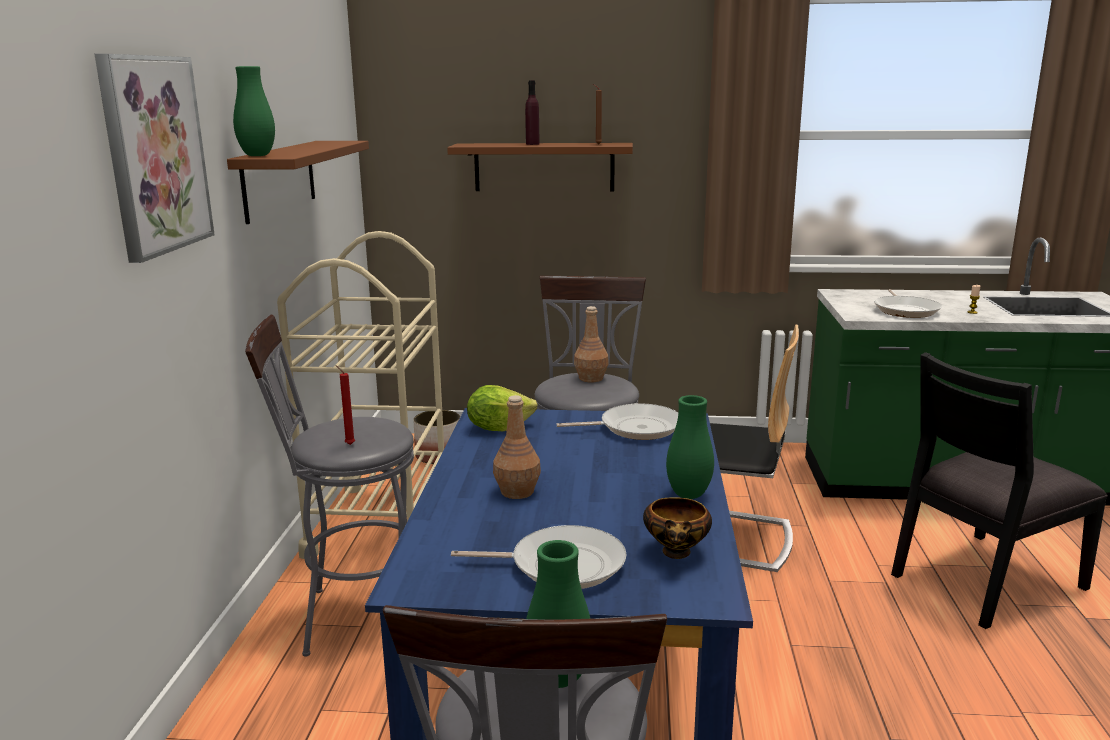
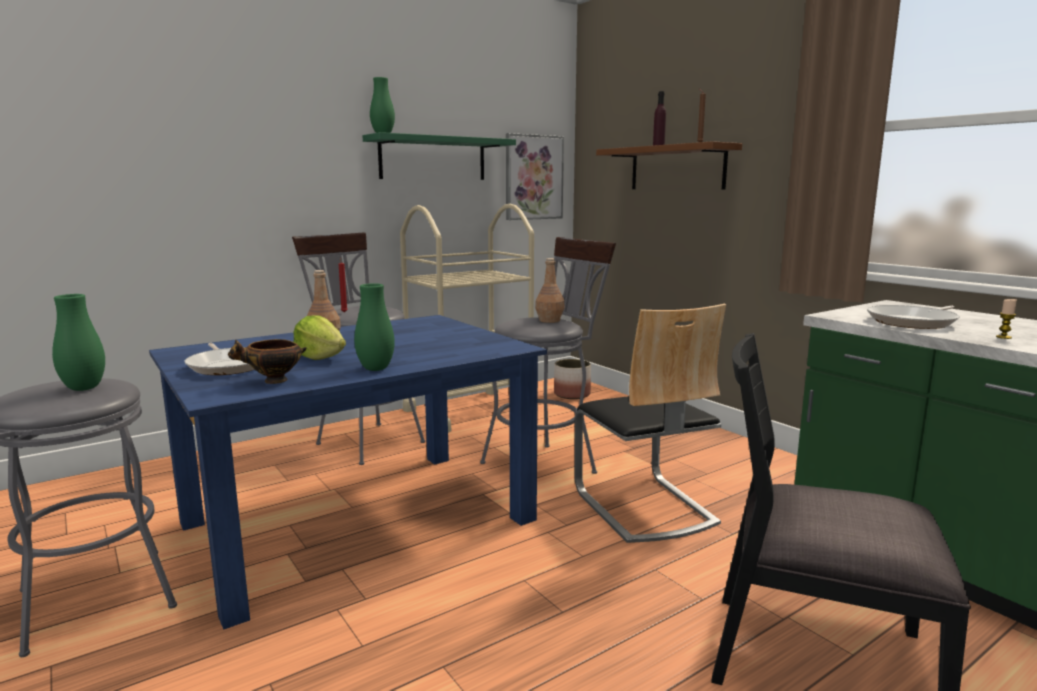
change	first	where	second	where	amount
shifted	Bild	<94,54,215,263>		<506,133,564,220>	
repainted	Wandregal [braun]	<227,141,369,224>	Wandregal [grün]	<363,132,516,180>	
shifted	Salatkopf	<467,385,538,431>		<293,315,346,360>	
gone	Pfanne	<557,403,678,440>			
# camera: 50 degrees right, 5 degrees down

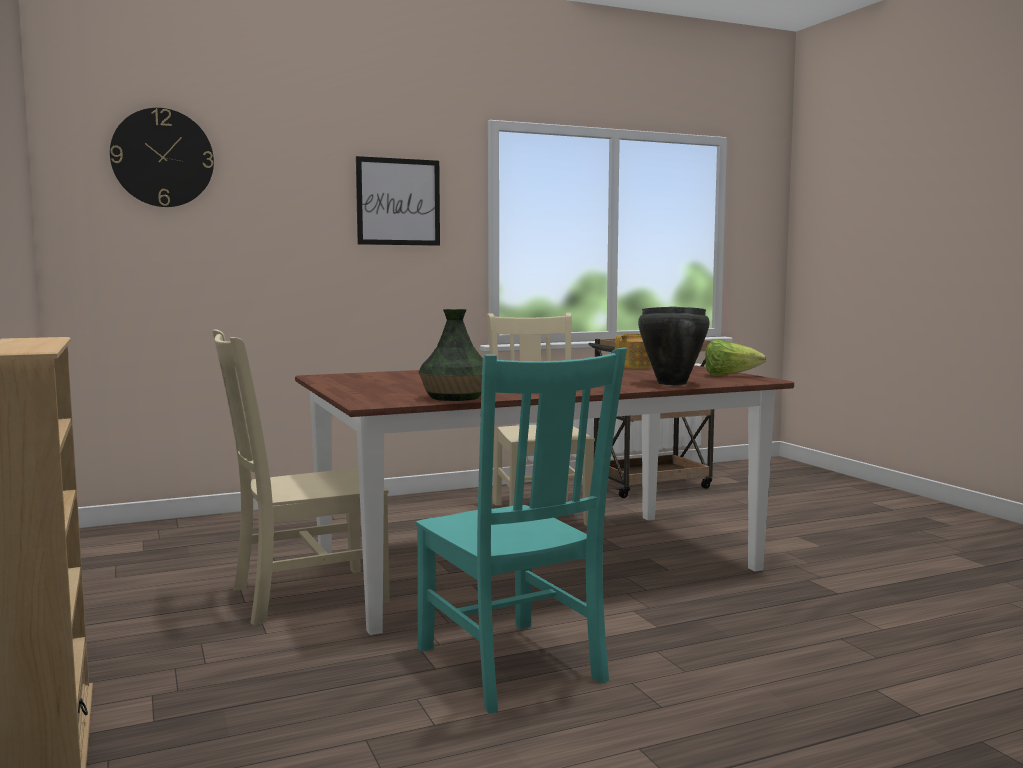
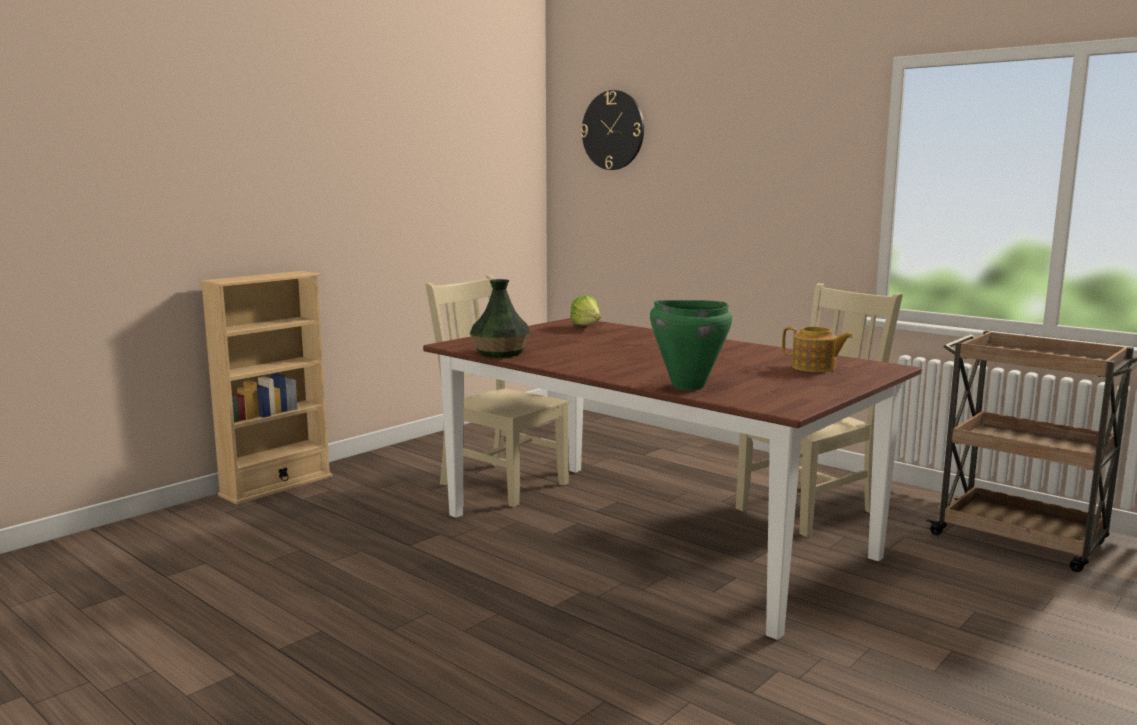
change	first	where	second	where	amount
gone	Bild	<356,156,440,246>			
gone	Stuhl [türkis]	<416,347,627,714>			
repainted	Kochtopf [schwarz]	<638,306,709,385>	Kochtopf [grün]	<650,300,732,390>	
shifted	Salatkopf	<705,340,766,376>		<570,295,601,326>	
# camera: 65 degrees right, 5 degrees up

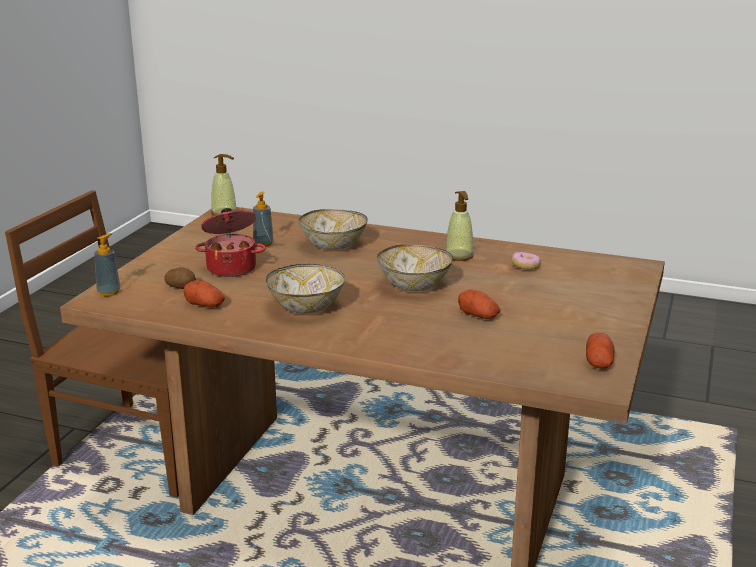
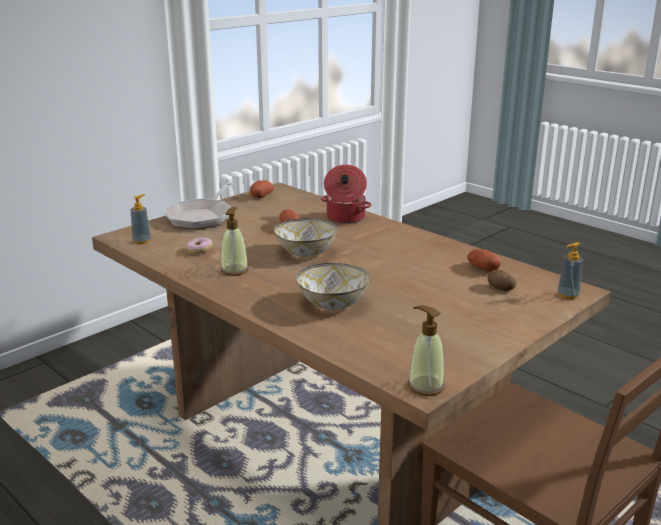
change	first	where	second	where	amount
shifted	Kochtopf	<195,208,266,277>		<321,165,372,224>	
shifted	Seifenspender	<253,191,274,247>		<130,194,151,245>	
gone	Schüssel	<266,264,345,314>			
new			Pfanne	<164,182,235,230>	
# camera: 155 degrees left, 0 degrees up

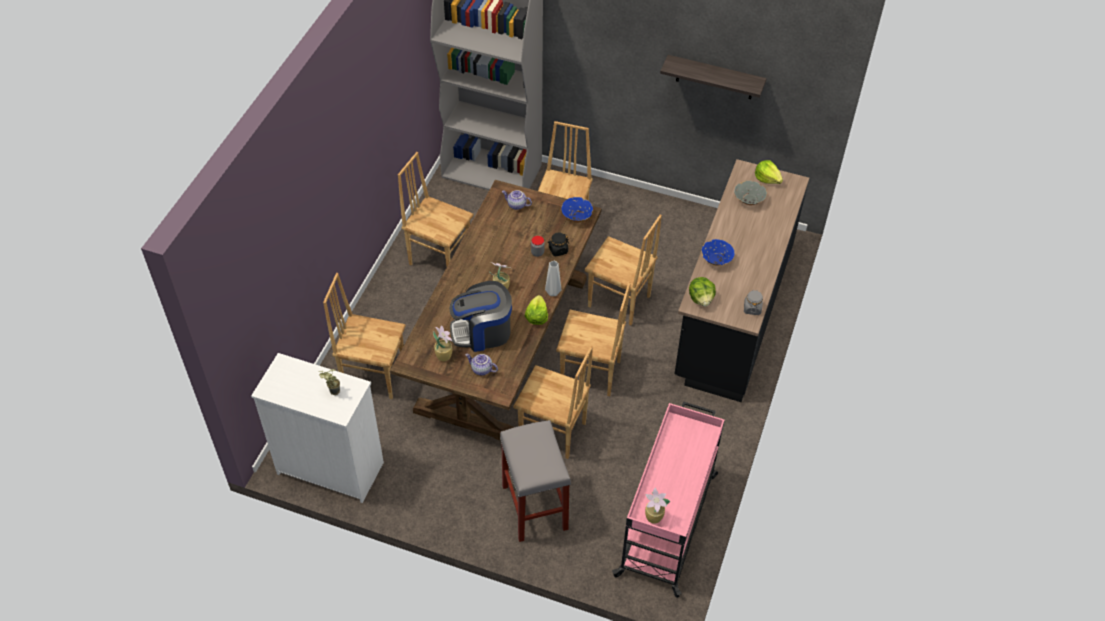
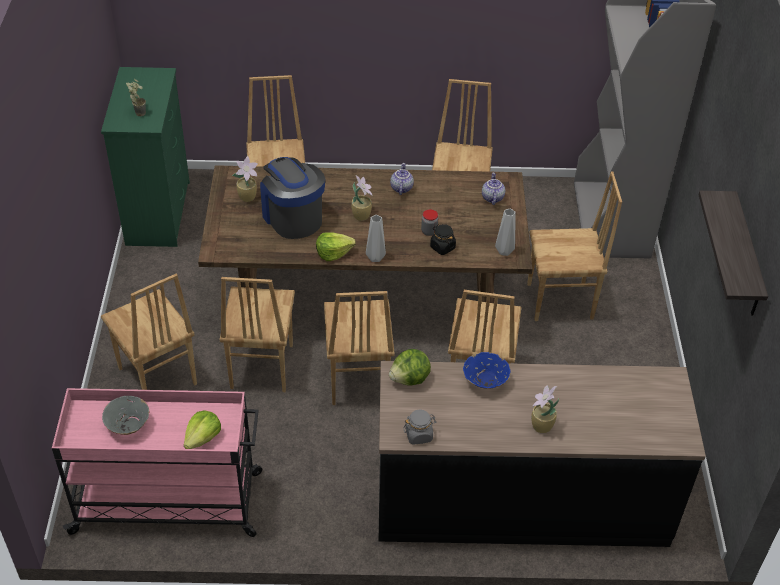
change	first	where	second	where	amount
repainted	Kommode [weiß]	<251,353,384,503>	Kommode [grün]	<101,67,190,247>	
shifted	Teekanne	<465,354,498,375>		<390,163,414,195>	
swapped	Hocker [grau]	<500,420,571,542>	Stuhl [braun]	<101,274,197,390>	
swapped	Schüssel [blau]	<561,197,593,222>	Vase [grau]	<495,208,516,256>	
shifted	Topfpflanze	<645,487,670,524>		<531,385,559,433>	
shifted	Schüssel [grau]	<734,181,767,205>		<102,396,149,435>	
shifted	Salatkopf	<755,160,783,184>		<184,411,221,449>	
# camera: 70 degrees right, 5 degrees down

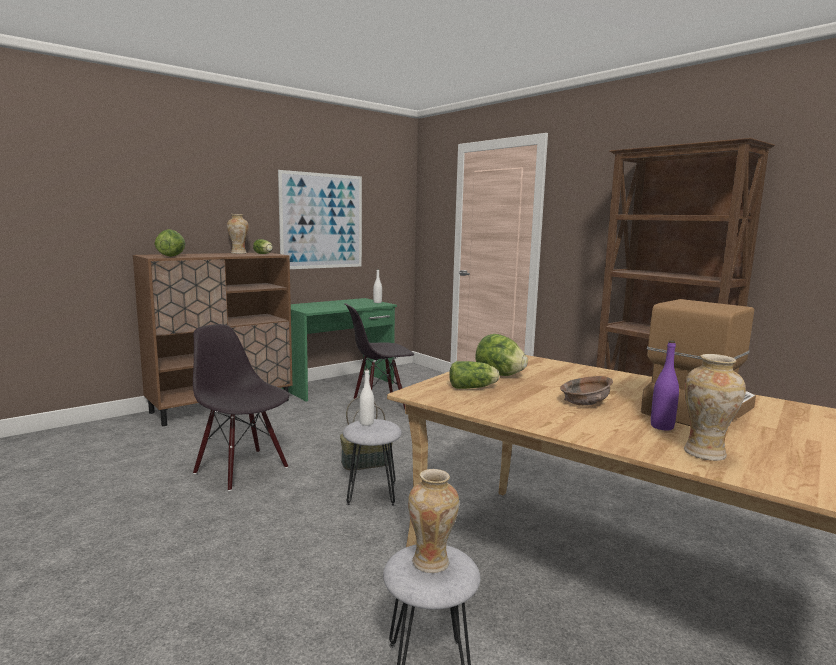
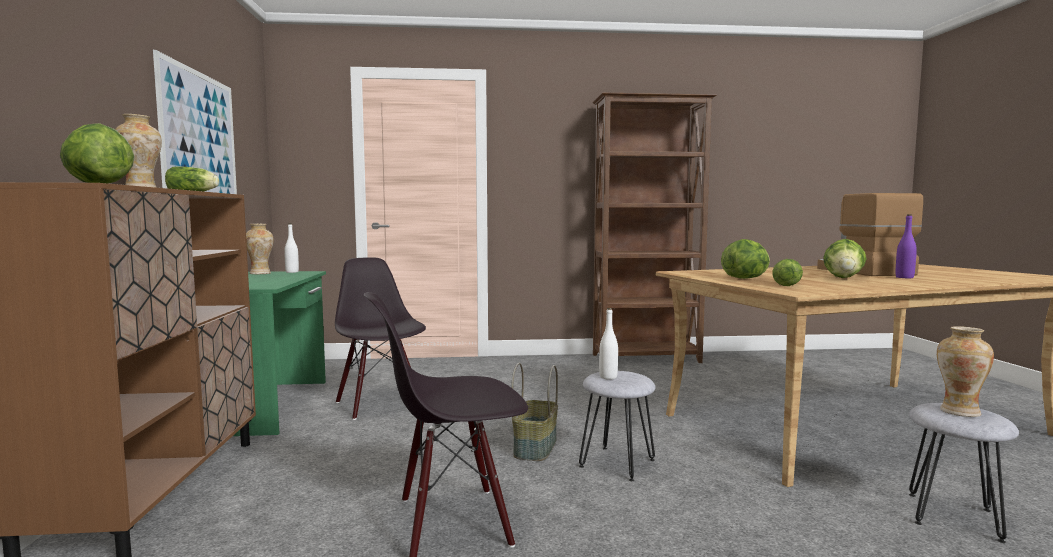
change	first	where	second	where	amount
rotated	Stuhl [schwarz]	<344,303,414,409>		<335,257,426,420>	135 degrees clockwise
swapped	Schüssel [braun]	<560,376,613,405>	Salatkopf	<823,239,866,278>	
shifted	Vase	<684,354,746,461>		<246,224,274,274>	
# camera: 55 degrees left, 5 degrees down

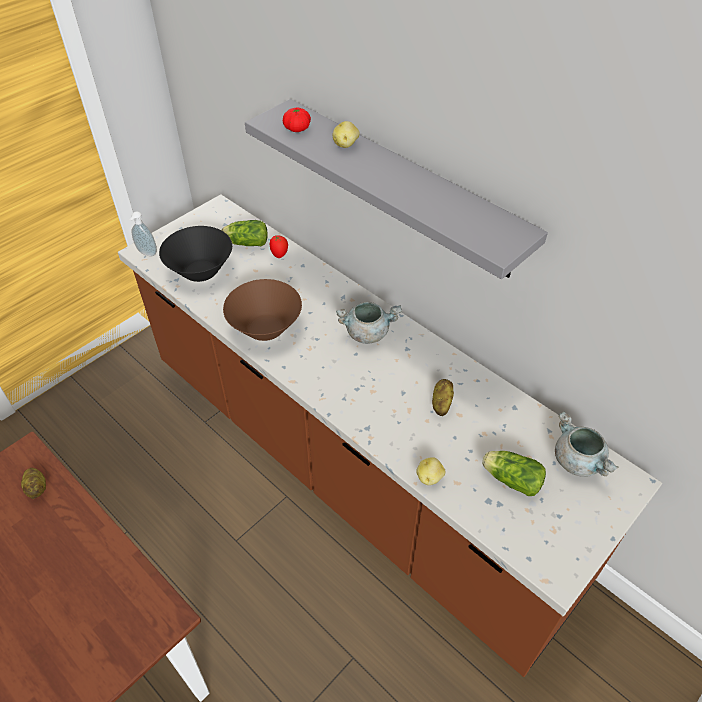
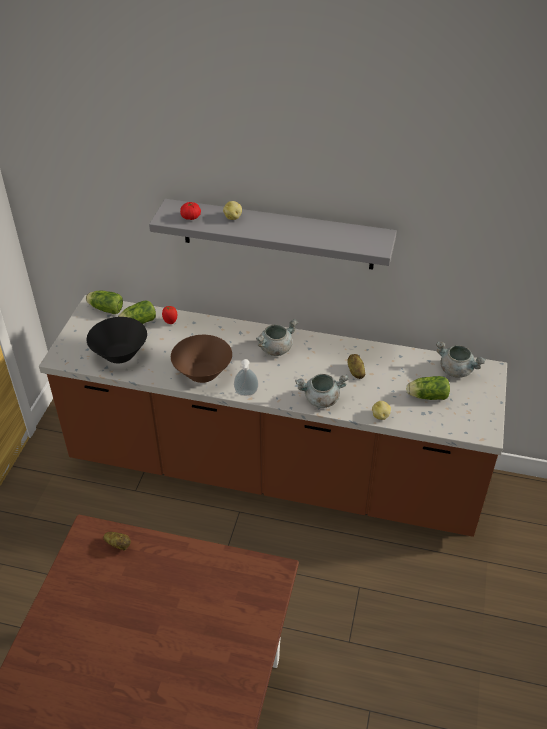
change	first	where	second	where	amount
shifted	Seifenspender	<130,211,157,256>		<234,359,258,396>	
new			Salatkopf	<86,290,123,314>	
new			Kochtopf [grau]	<295,374,349,408>	
# camera: 30 degrees left, 5 degrees down

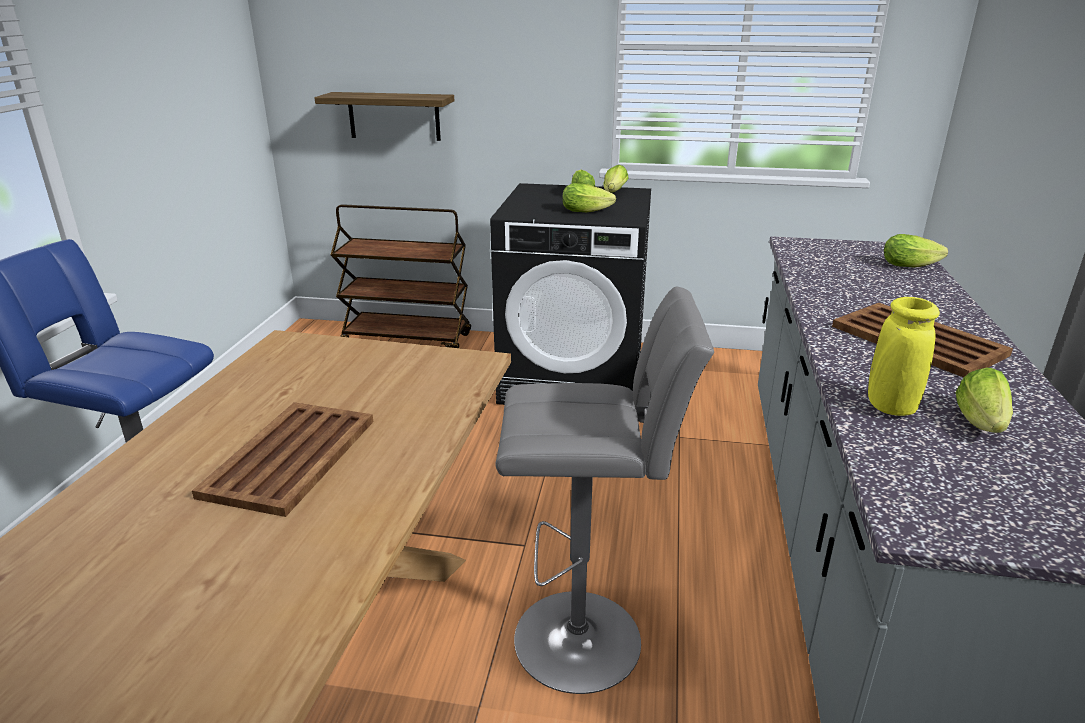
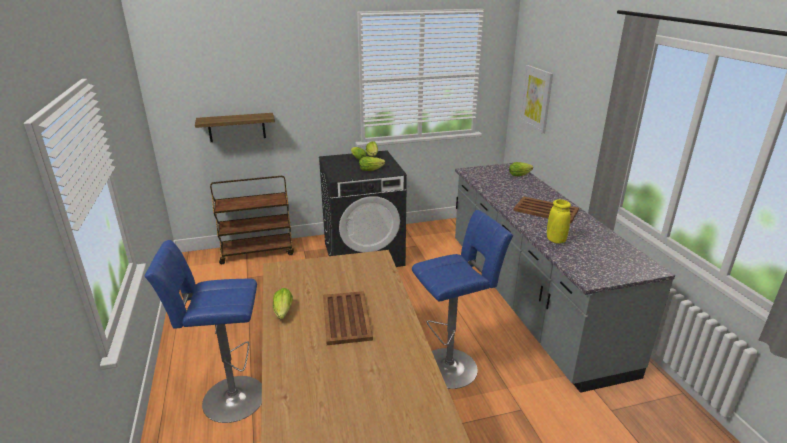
change	first	where	second	where	amount
repainted	Hocker [grau]	<496,287,714,694>	Hocker [blau]	<412,210,513,389>	
shifted	Salatkopf	<956,368,1013,433>		<273,288,293,319>	
new			Bild	<520,65,553,134>	
# camera: 25 degrees left, 0 degrees up

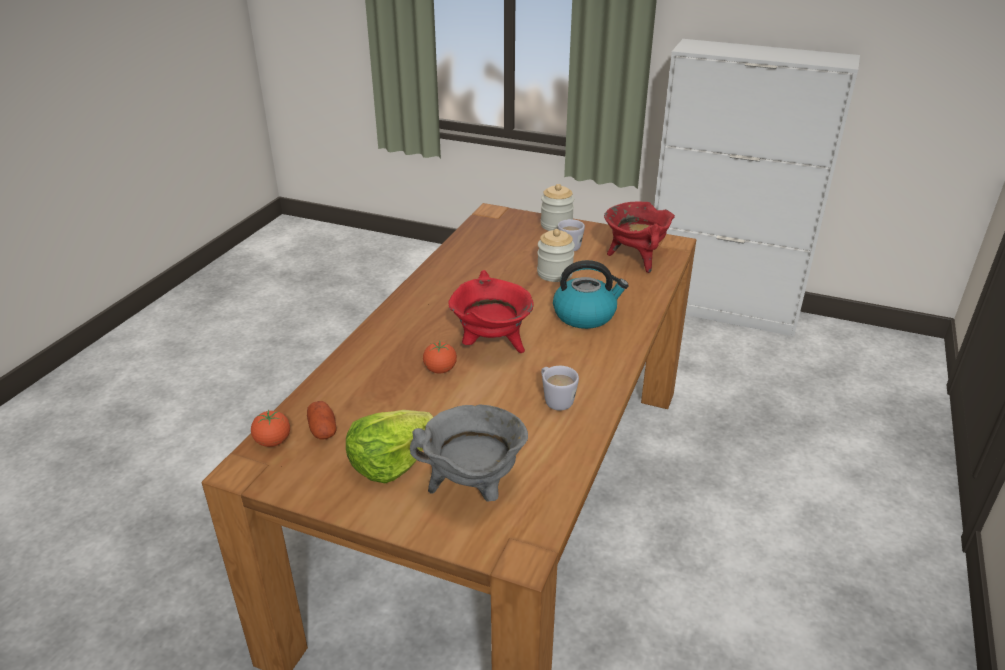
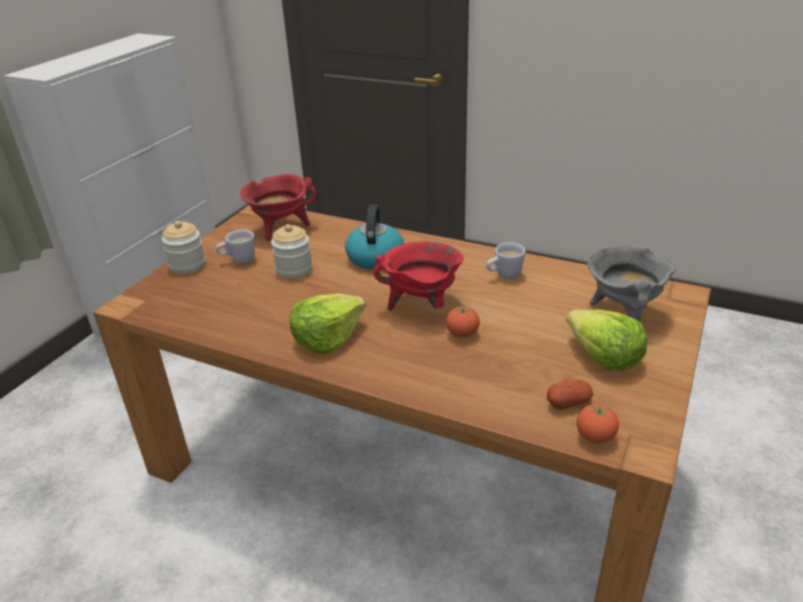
change	first	where	second	where	amount
new			Salatkopf	<290,293,365,354>	
# camera: 85 degrees left, 0 degrees up

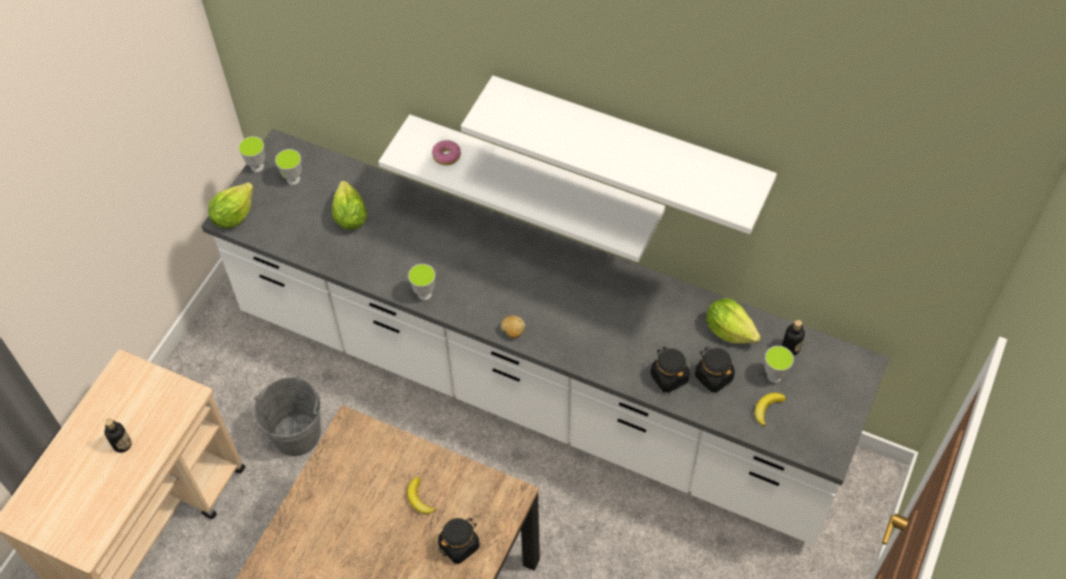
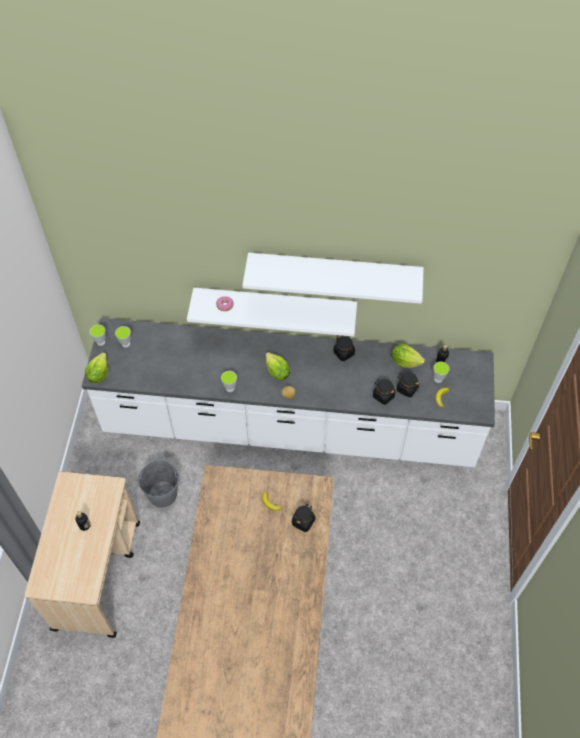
change	first	where	second	where	amount
shifted	Salatkopf	<332,181,367,230>		<266,352,290,380>	
new			Vorratsglas [schwarz]	<333,335,355,361>	
# camera: 20 degrees left, 0 degrees up

